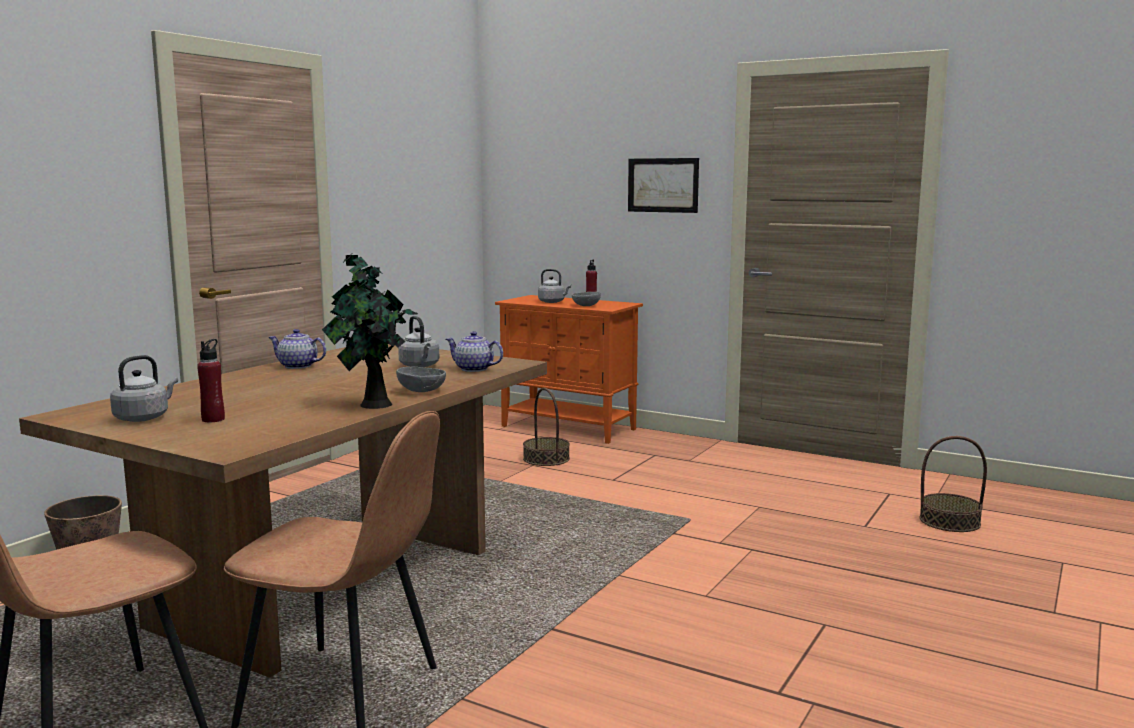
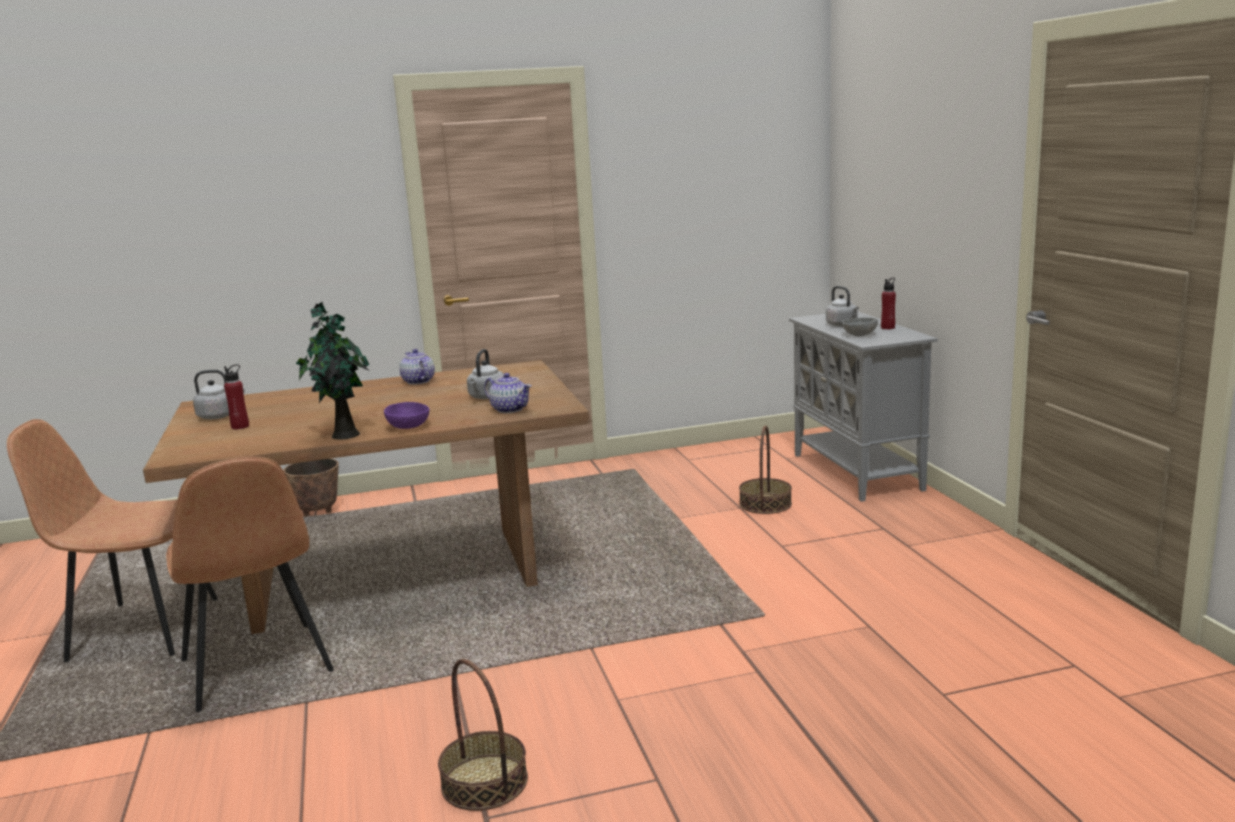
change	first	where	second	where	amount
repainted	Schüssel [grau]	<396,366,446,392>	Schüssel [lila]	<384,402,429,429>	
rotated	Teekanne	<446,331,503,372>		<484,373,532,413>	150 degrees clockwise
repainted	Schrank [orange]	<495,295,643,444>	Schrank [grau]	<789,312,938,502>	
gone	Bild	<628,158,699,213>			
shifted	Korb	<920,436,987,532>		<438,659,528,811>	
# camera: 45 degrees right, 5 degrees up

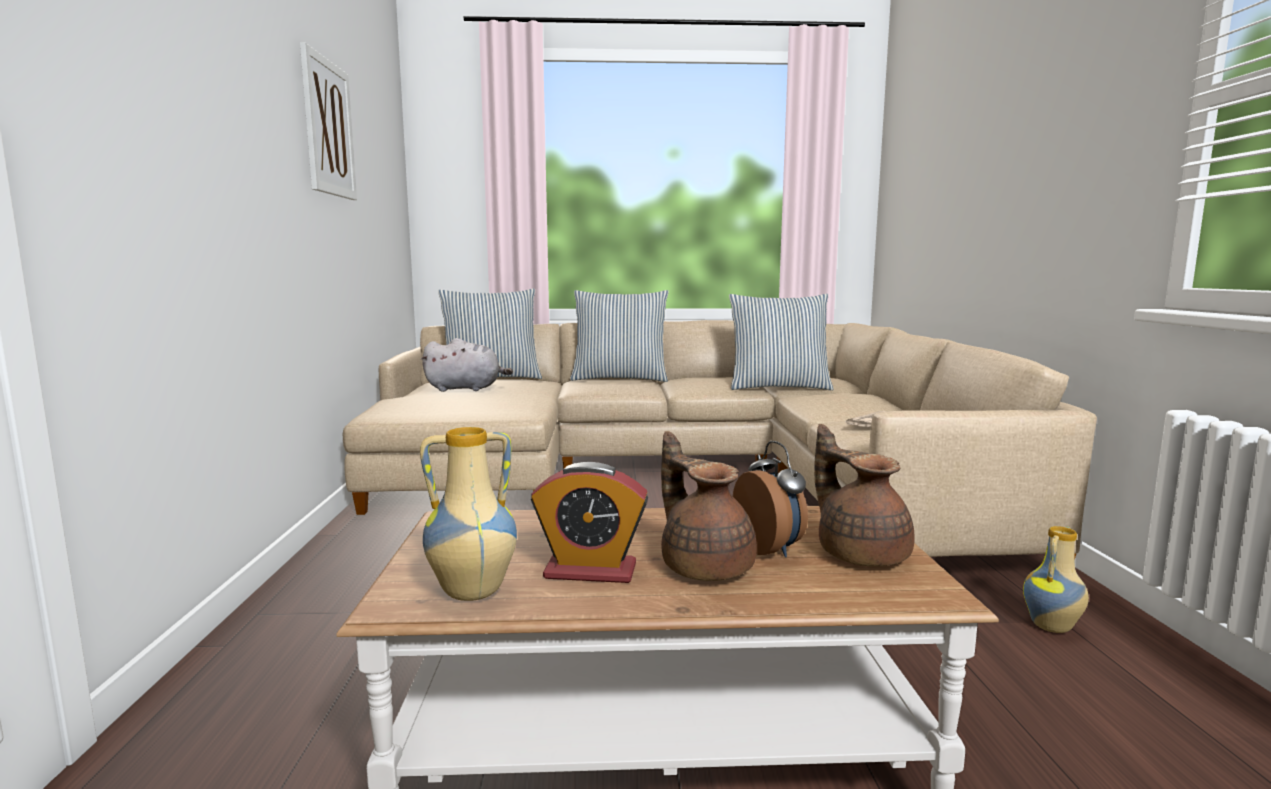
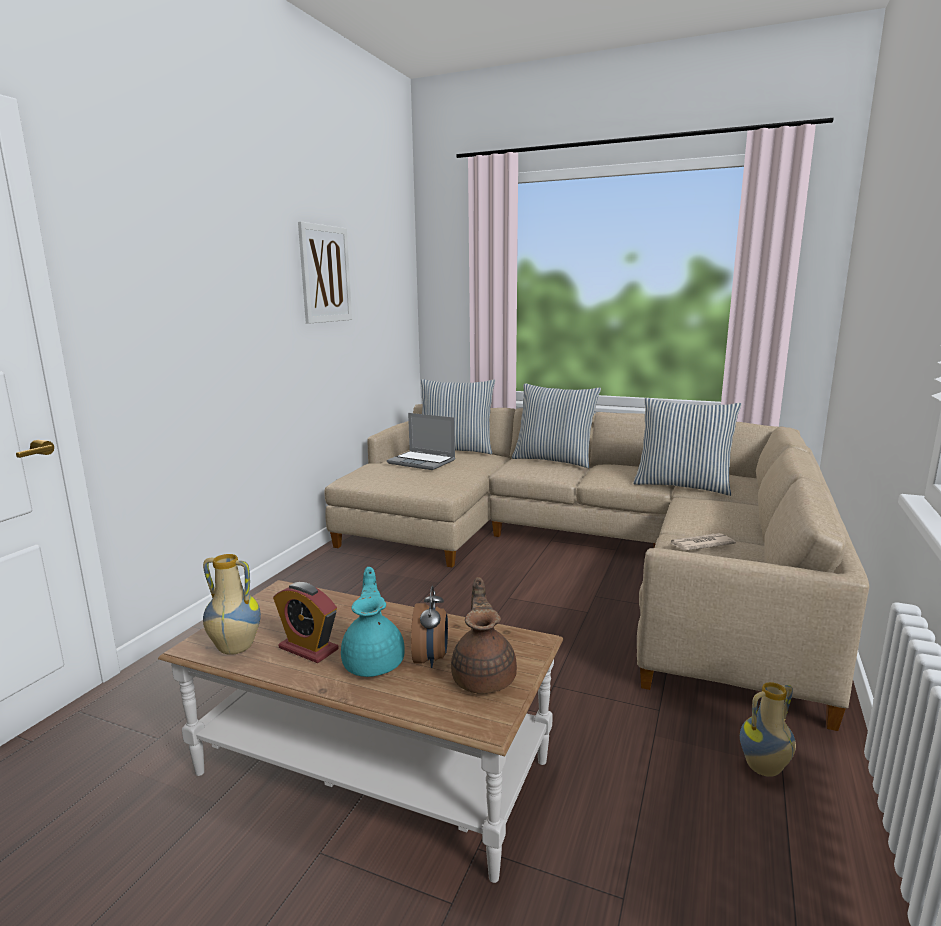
change	first	where	second	where	amount
swapped	Plüschtier [grau]	<421,338,513,392>	Laptop	<387,413,456,470>	
repainted	Teekanne [braun]	<661,431,757,581>	Teekanne [türkis]	<341,567,405,677>	
# camera: 25 degrees right, 5 degrees up

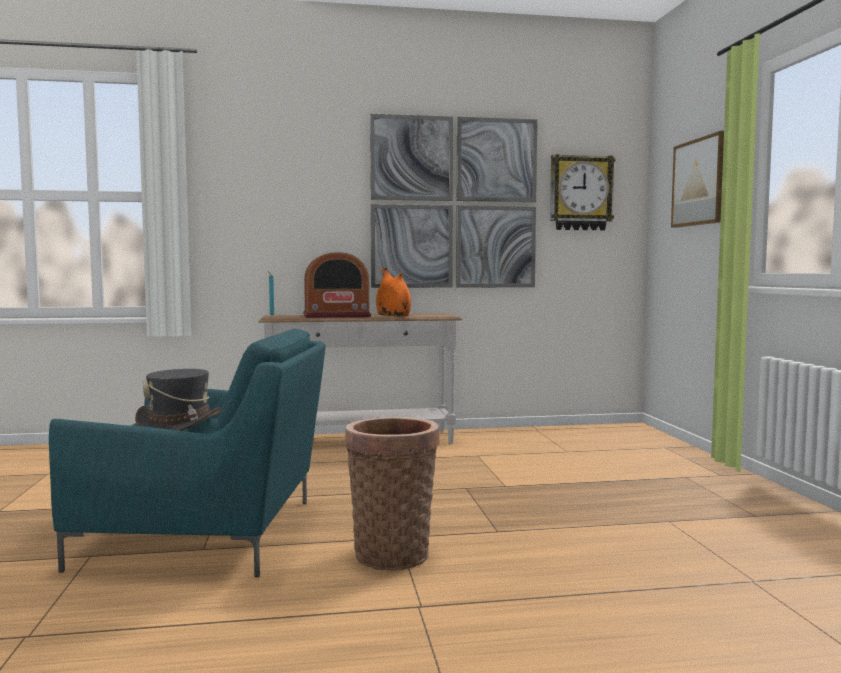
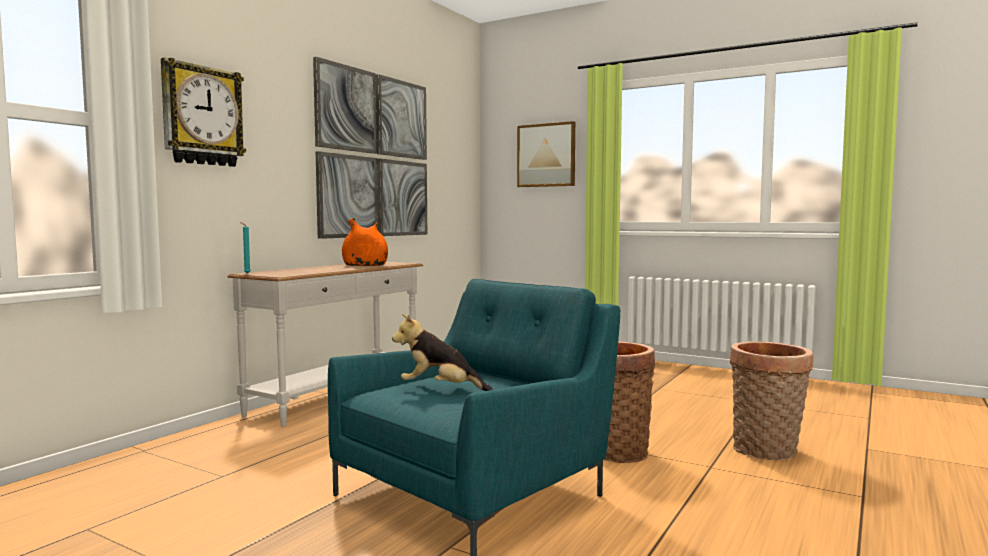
change	first	where	second	where	amount
swapped	Hut [grau]	<135,369,221,431>	Plüschtier	<392,314,493,391>	
gone	Radio	<303,253,371,318>			
shifted	Wanduhr	<550,154,616,230>		<161,57,246,167>	
new			Korb	<730,341,813,460>	
# camera: 50 degrees left, 0 degrees up

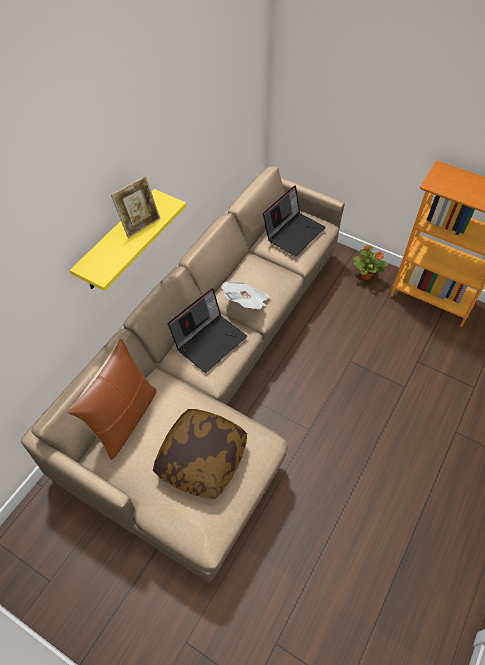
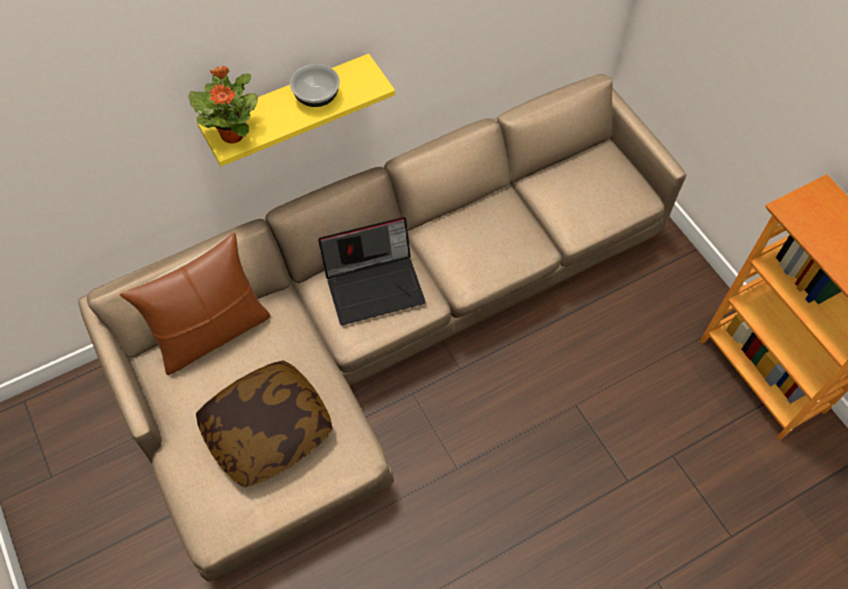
change	first	where	second	where	amount
swapped	Bilderrahmen	<111,176,161,238>	Schüssel	<290,64,340,107>	
gone	Zeitung	<221,282,270,310>			
gone	Laptop	<263,185,326,257>			
shifted	Topfpflanze	<353,245,388,280>		<188,66,258,144>	
# camera: 30 degrees right, 5 degrees up

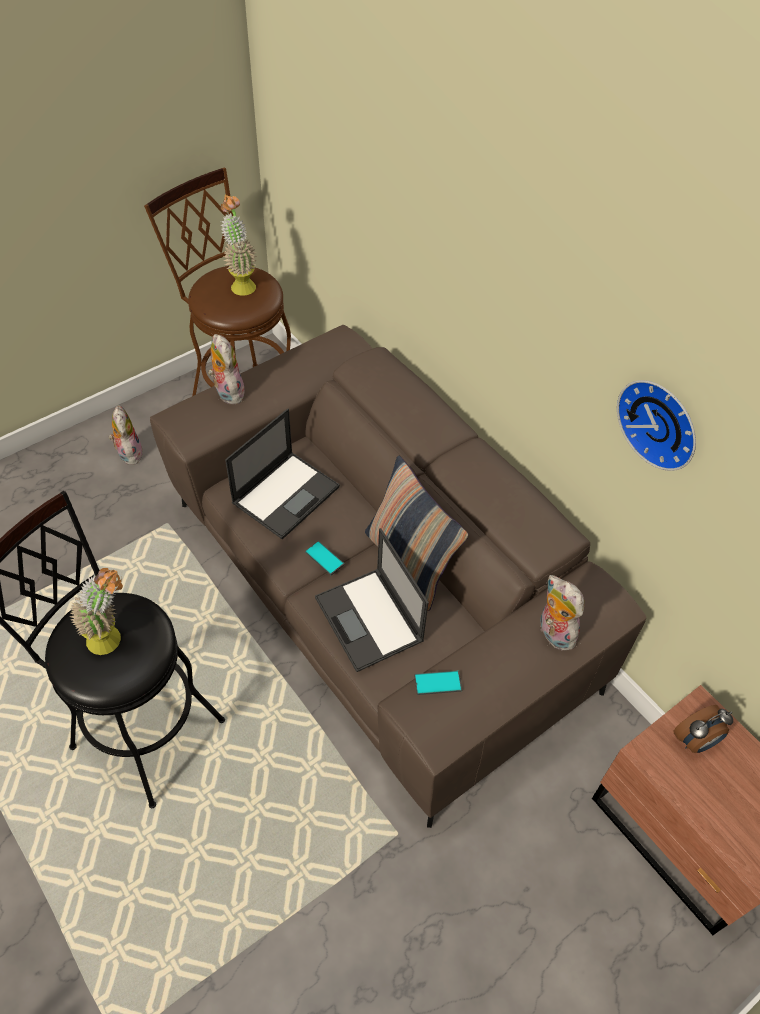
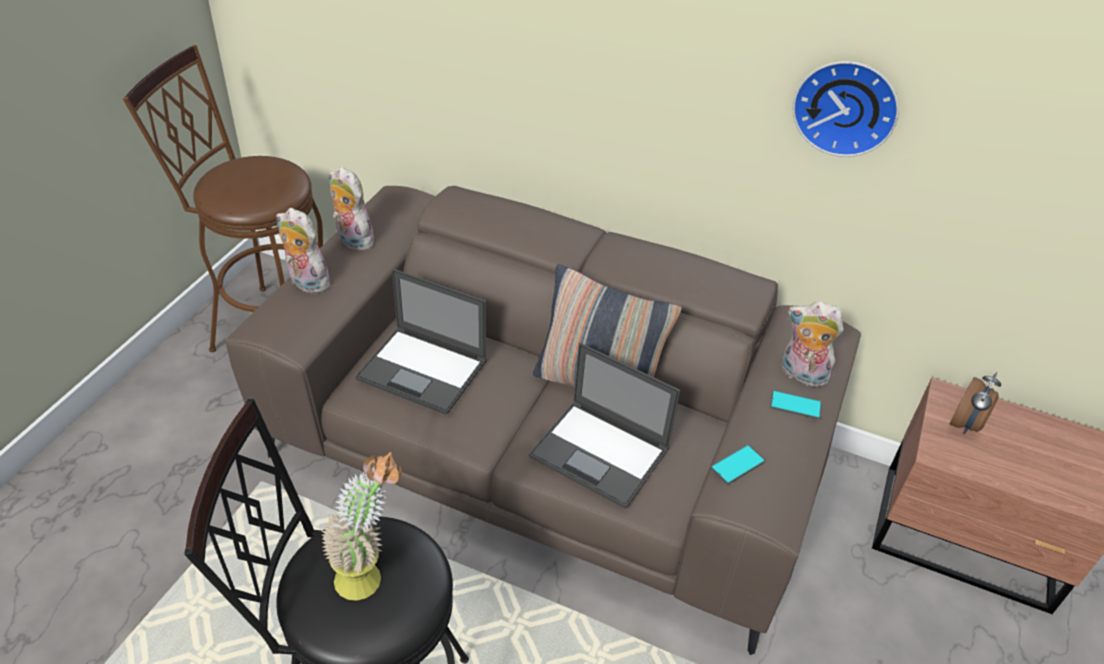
change	first	where	second	where	amount
shifted	Plüschtier	<108,405,144,465>		<329,167,374,251>	
gone	Topfpflanze	<220,195,257,296>			
rotated	Laptop	<225,409,340,540>		<355,269,487,415>	105 degrees clockwise
shifted	Handy	<305,541,344,575>		<770,390,822,420>	
# camera: 30 degrees left, 10 degrees down

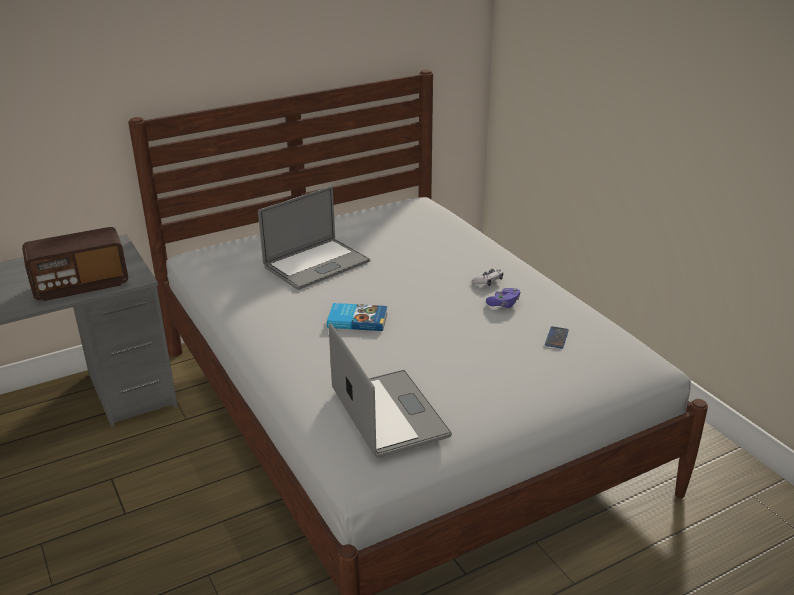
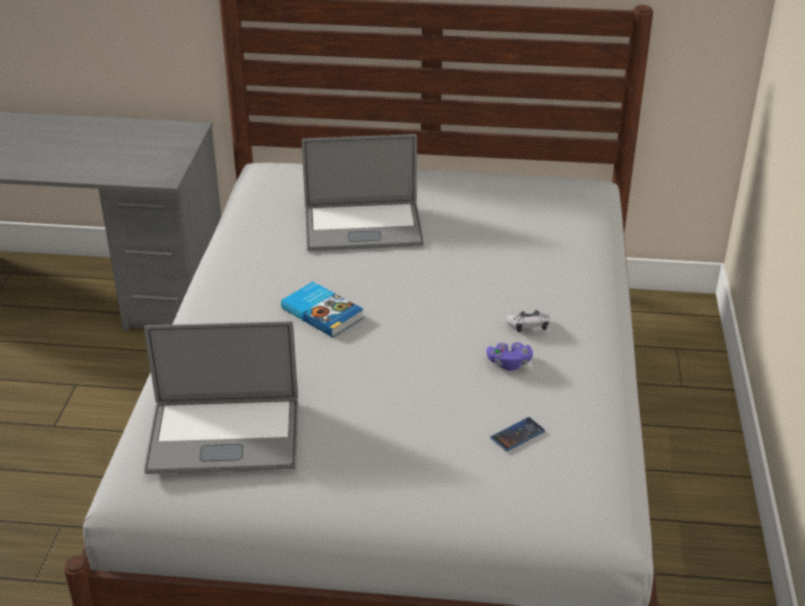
change	first	where	second	where	amount
gone	Radio	<22,227,128,301>			
rotated	Laptop	<329,323,452,458>		<144,321,298,474>	75 degrees clockwise
# camera: 35 degrees right, 5 degrees up

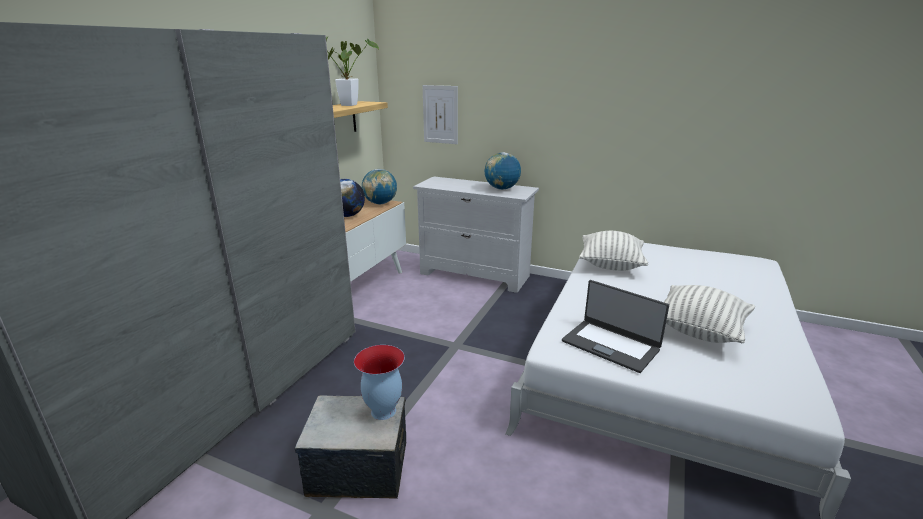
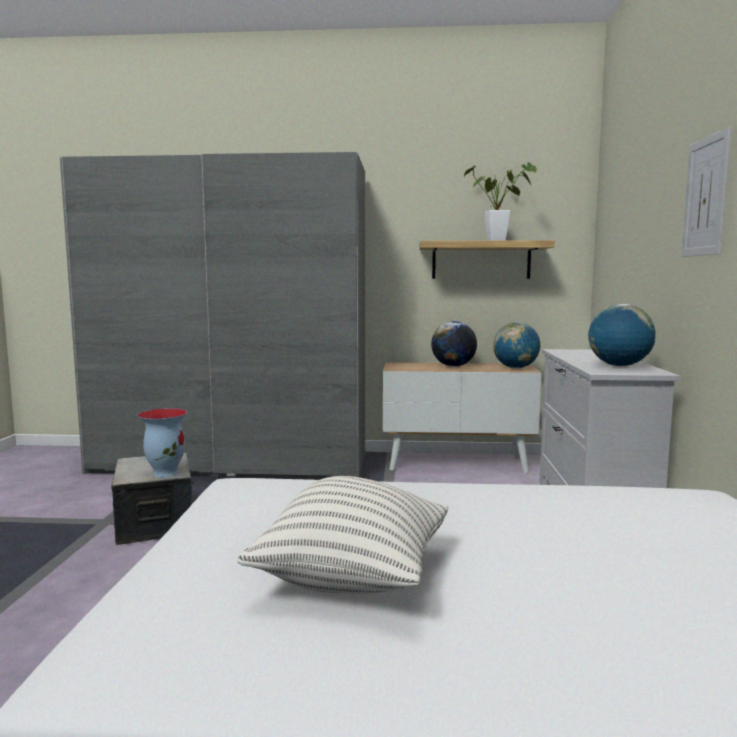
change	first	where	second	where	amount
shifted	Bild	<423,85,458,144>		<681,127,731,257>	
gone	Laptop	<562,280,669,373>			
gone	Kissen	<579,231,648,271>			
# camera: 70 degrees right, 15 degrees down

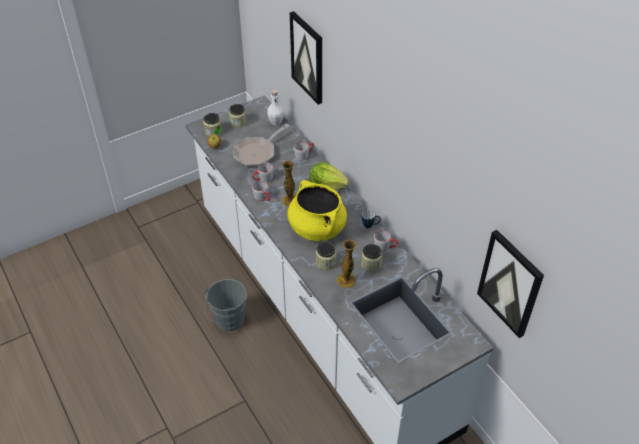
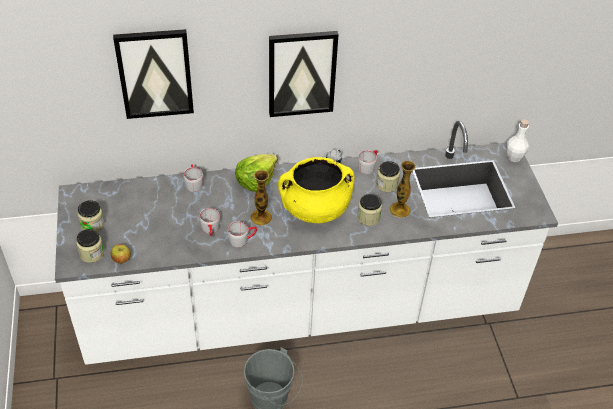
change	first	where	second	where	amount
gone	Pfanne	<233,124,289,167>			
shifted	Flasche [weiß]	<267,90,284,125>		<507,119,529,162>	
shifted	Bild	<477,230,544,338>		<269,31,339,117>	
# camera: 70 degrees left, 0 degrees up

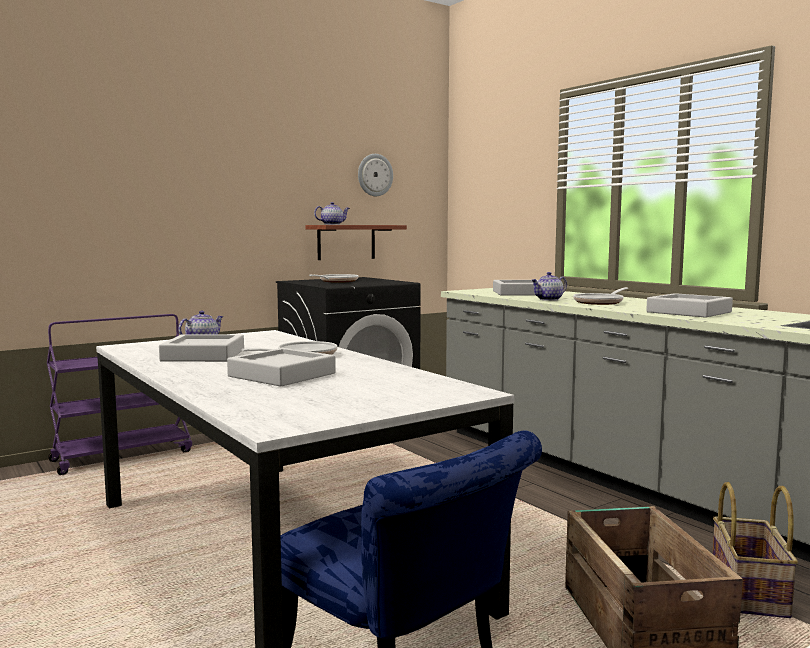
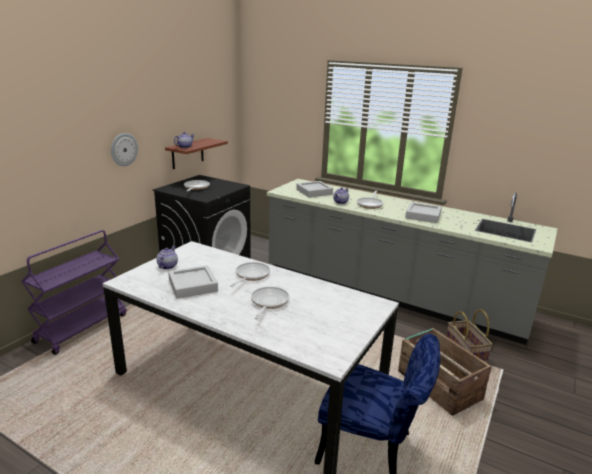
change	first	where	second	where	amount
swapped	Tablett [grau]	<227,348,336,387>	Pfanne	<251,287,289,319>	
shifted	Wanduhr	<358,154,393,196>		<111,133,138,166>	
# camera: 25 degrees left, 15 degrees up

